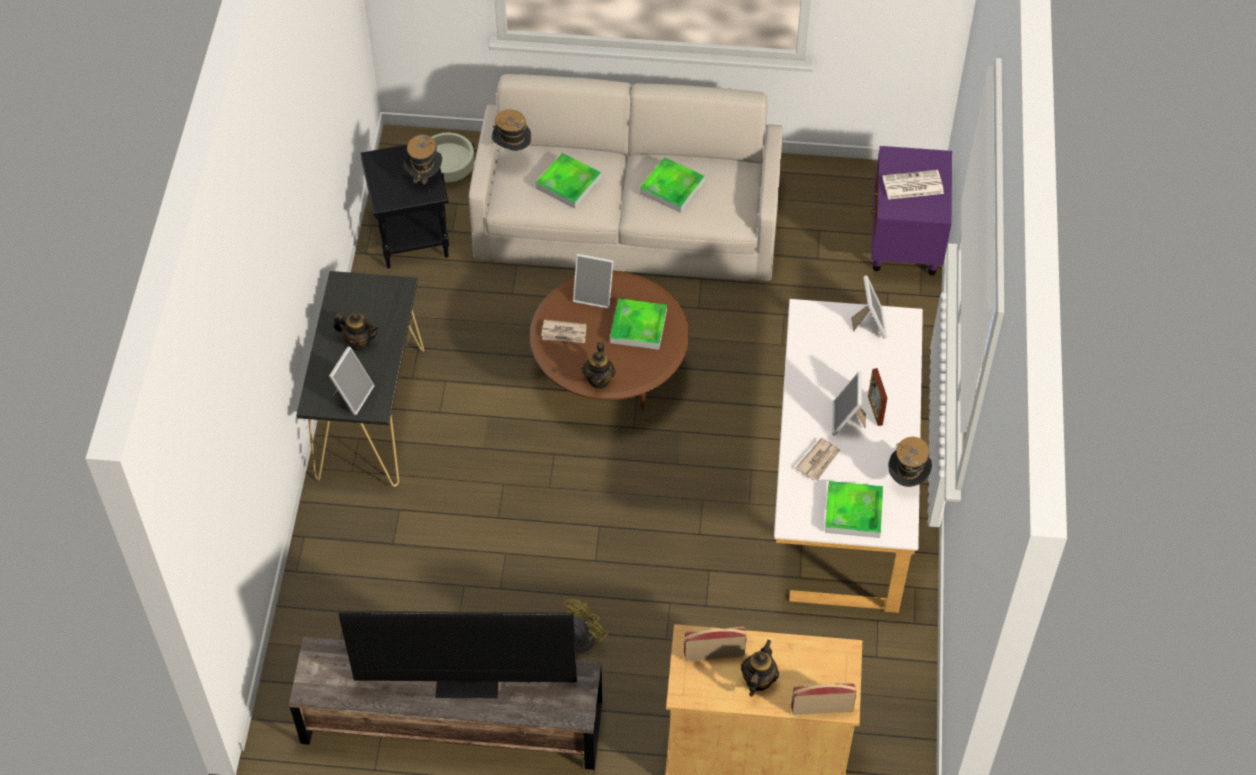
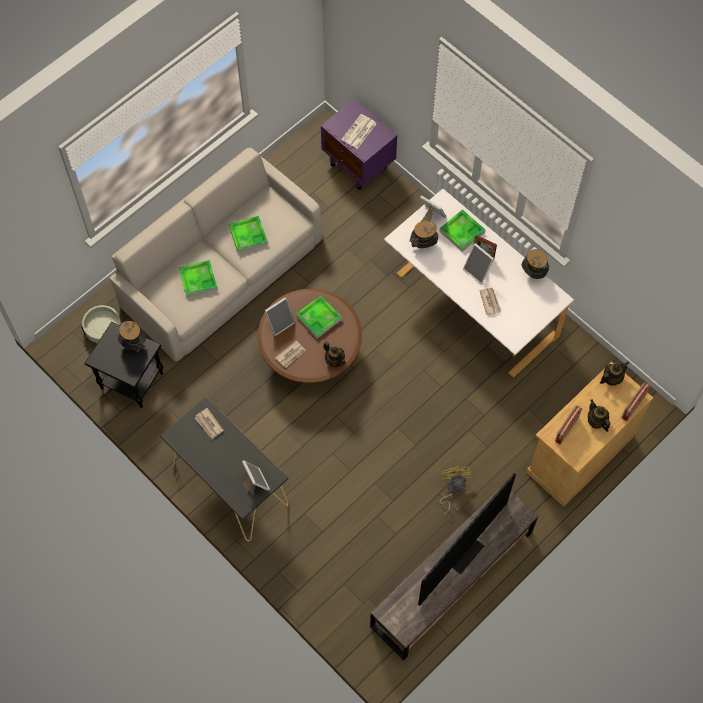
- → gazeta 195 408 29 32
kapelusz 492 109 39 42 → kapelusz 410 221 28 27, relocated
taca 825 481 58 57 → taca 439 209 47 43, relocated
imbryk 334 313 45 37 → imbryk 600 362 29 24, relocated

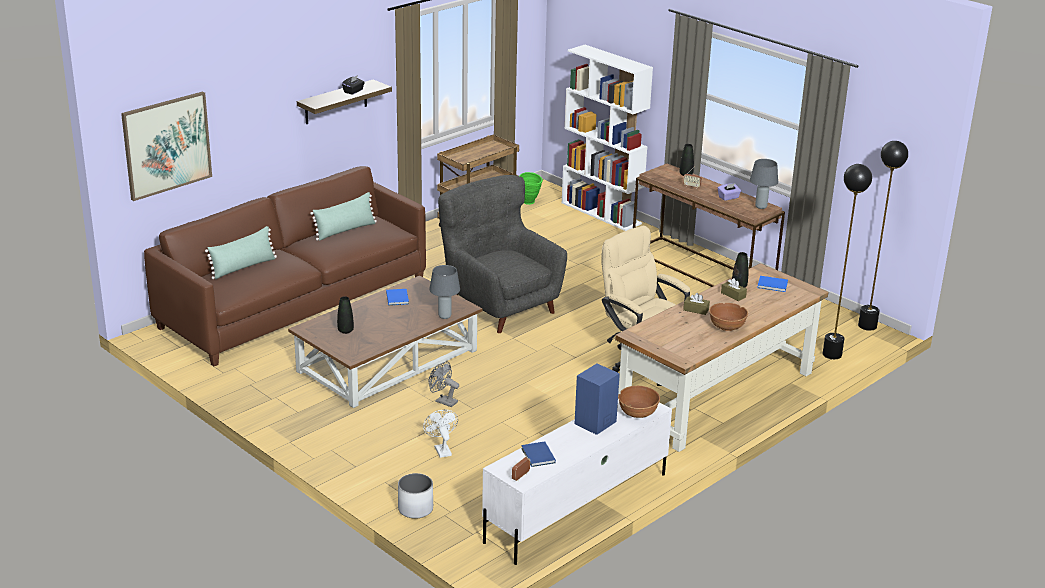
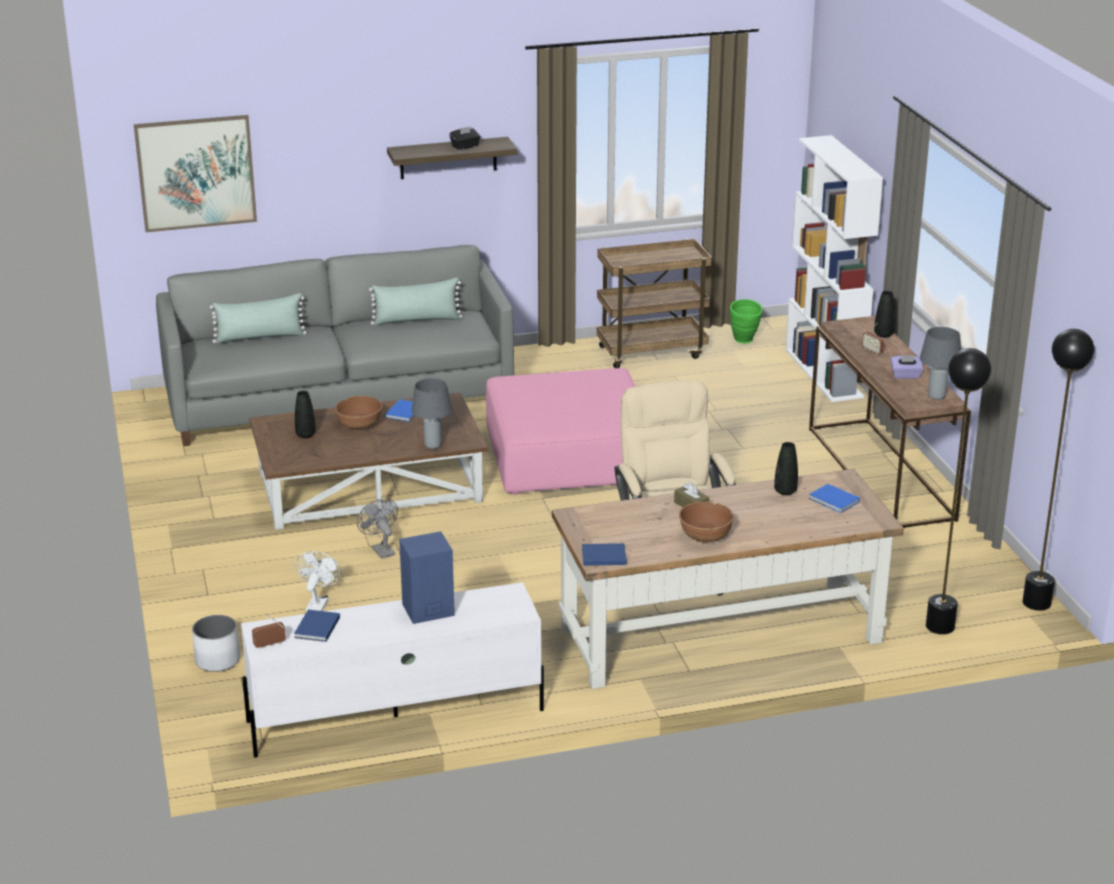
kanapa/brązowy 144 166 282 200 → kanapa/szary 156 245 358 201
miska/brązowy 618 386 42 32 → miska/brązowy 335 396 47 33, relocated
fotel/szary 438 175 129 158 → pufa/różowy 486 368 150 127
- → książka/niebieski 582 543 45 23
pudełko chusteczek/brązowy 721 278 26 23 → -

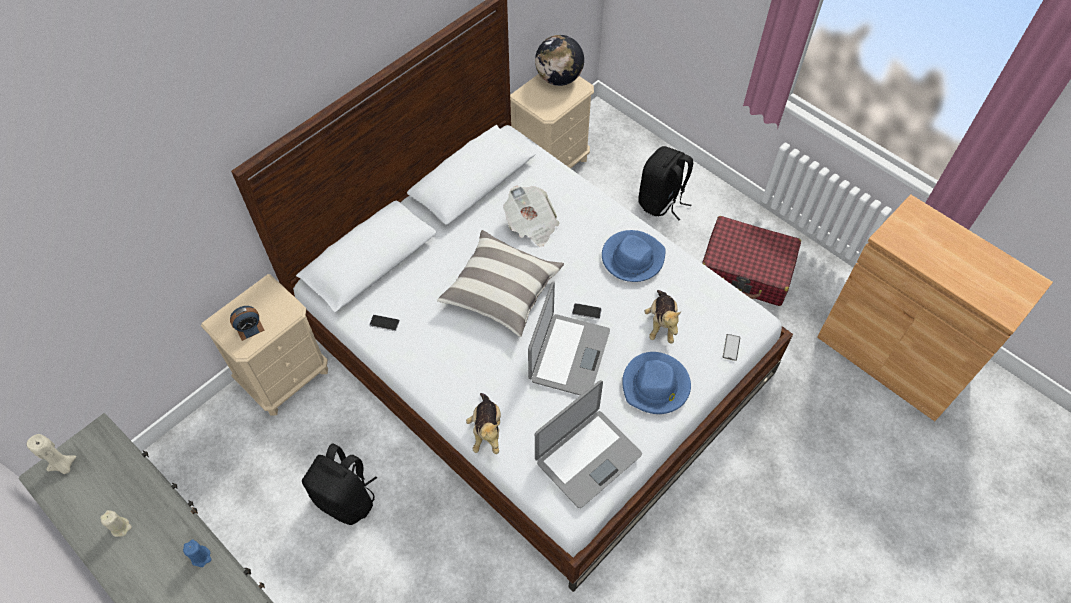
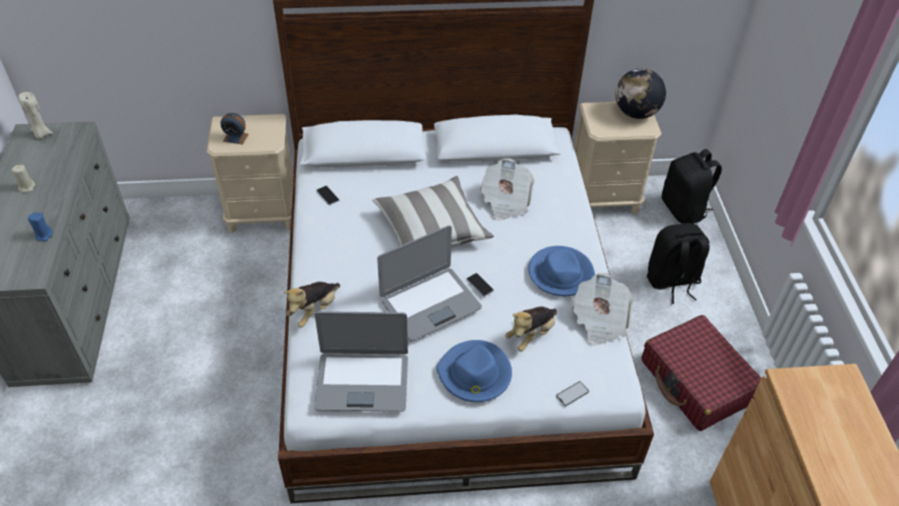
- → gazeta 572 273 61 73
plecak/czarny 302 443 75 82 → plecak/czarny 662 149 60 75, relocated

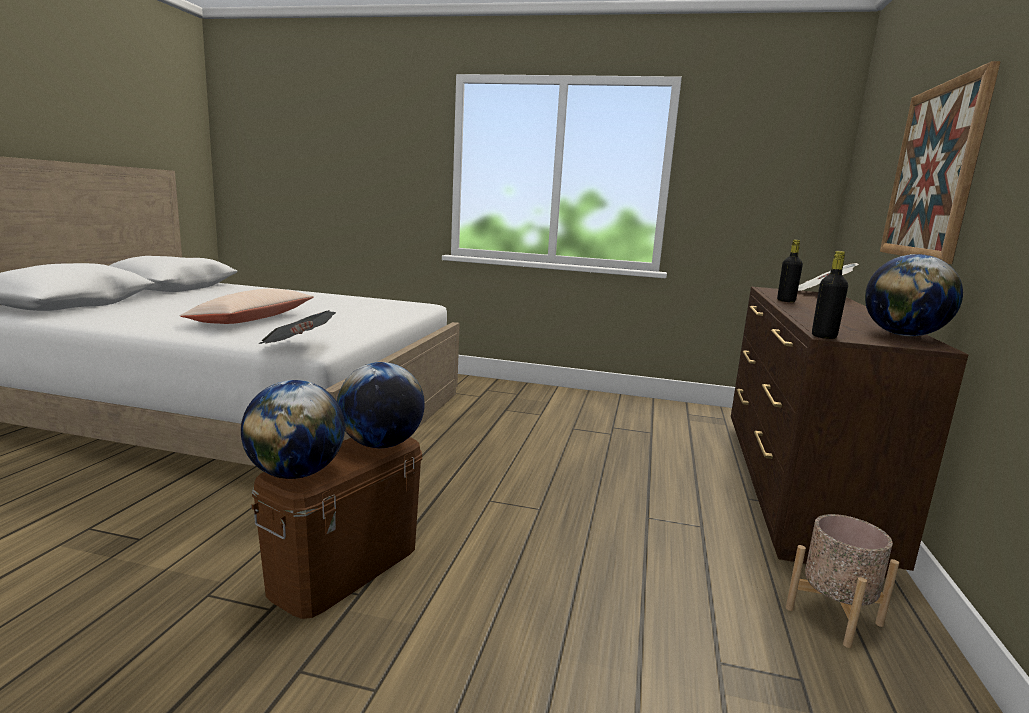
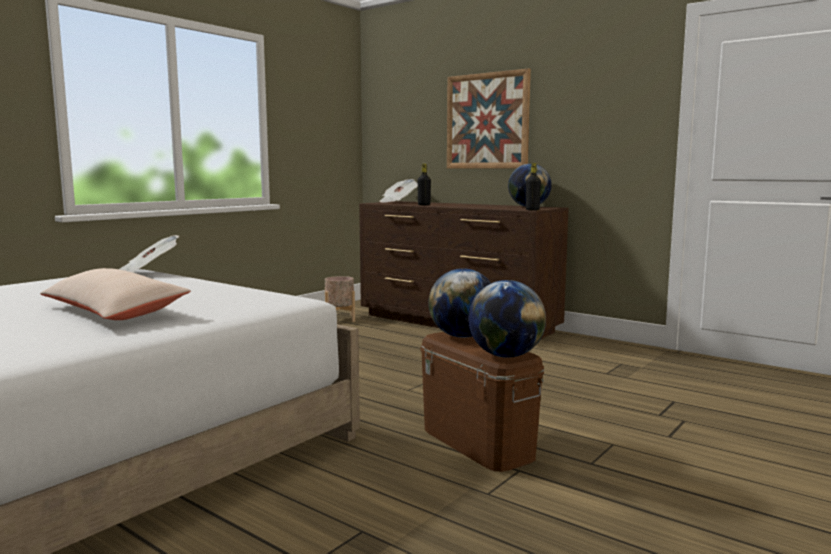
gazeta 258 310 77 34 → gazeta 119 235 61 38, relocated
donica/beżowy 786 514 113 134 → donica/beżowy 325 276 30 46, relocated

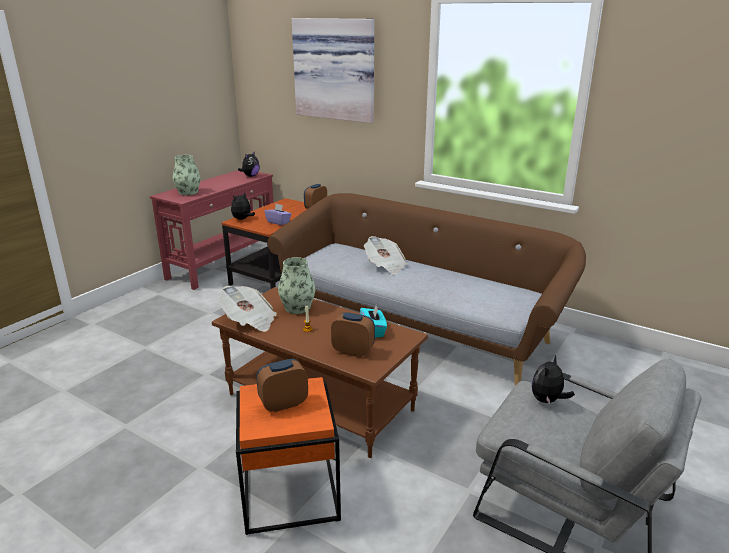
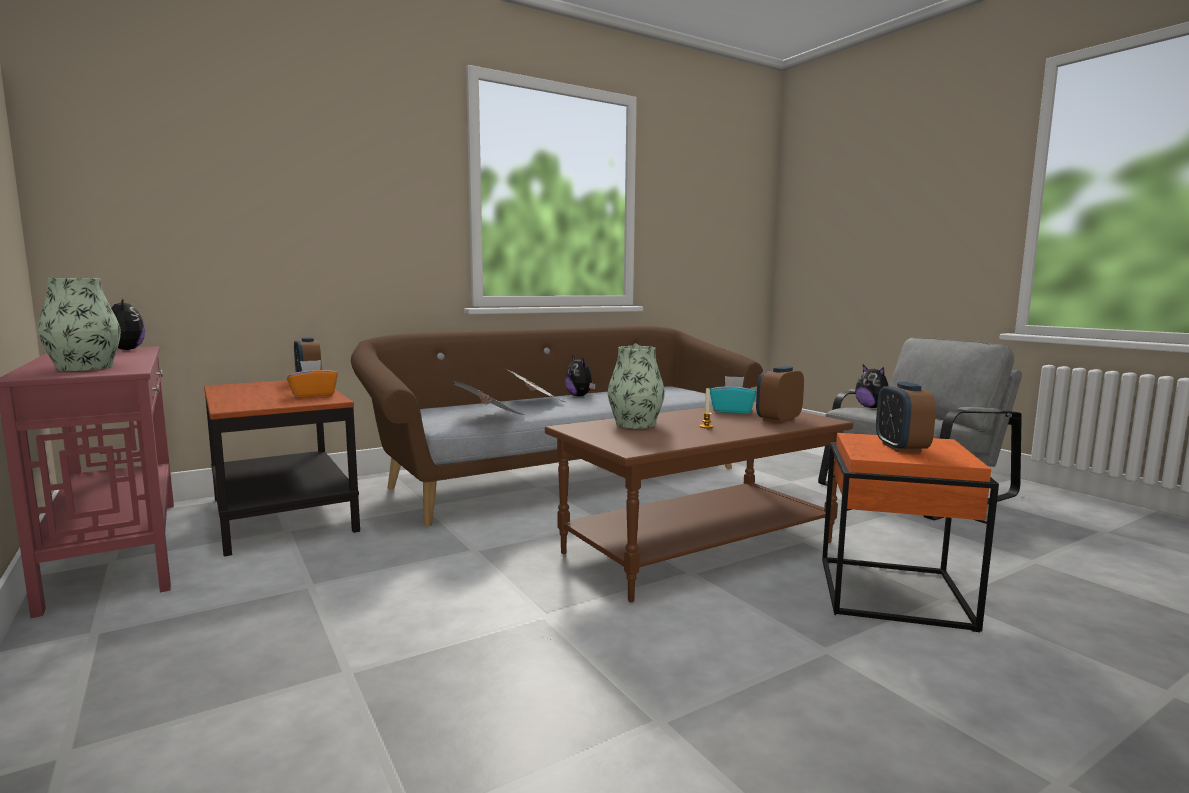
pudełko chusteczek/fioletowy 264 204 27 21 → pudełko chusteczek/pomarańczowy 287 360 51 38
gazeta 218 286 59 46 → gazeta 453 381 72 34, relocated
pluszak 231 192 24 28 → pluszak 565 356 31 41, relocated
obraz 292 18 82 105 → -

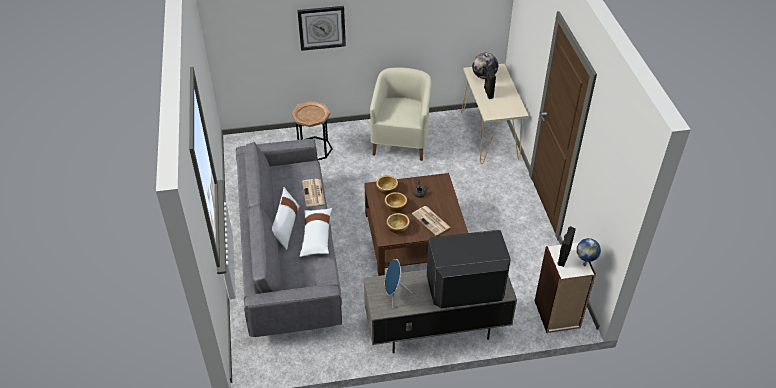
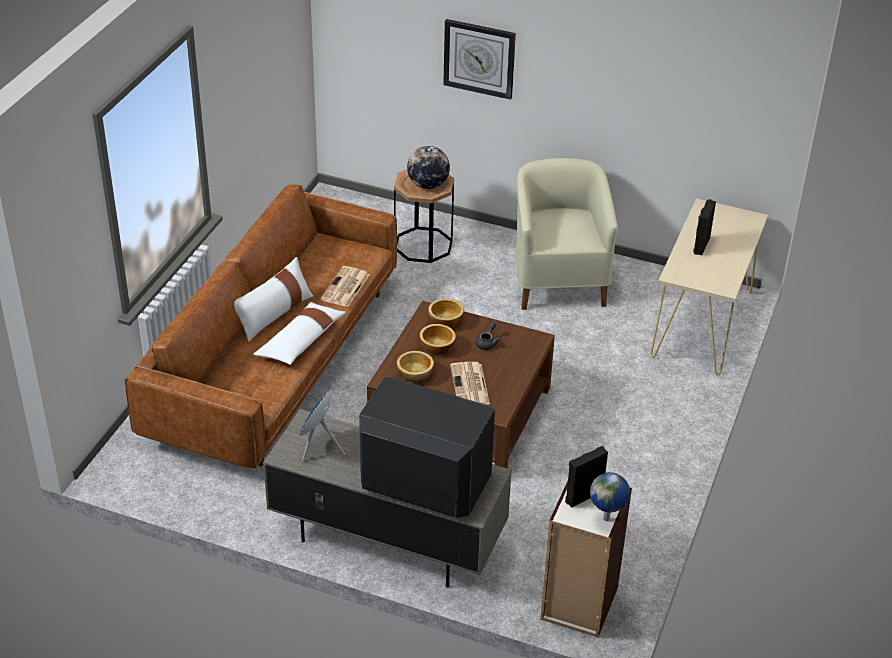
kanapa/szary 236 139 106 198 → kanapa/brązowy 125 184 272 286
globus 472 53 26 26 → globus 407 146 43 43, relocated
fotel/beżowy 370 68 62 93 → fotel/beżowy 515 158 103 152, 45 degrees counterclockwise

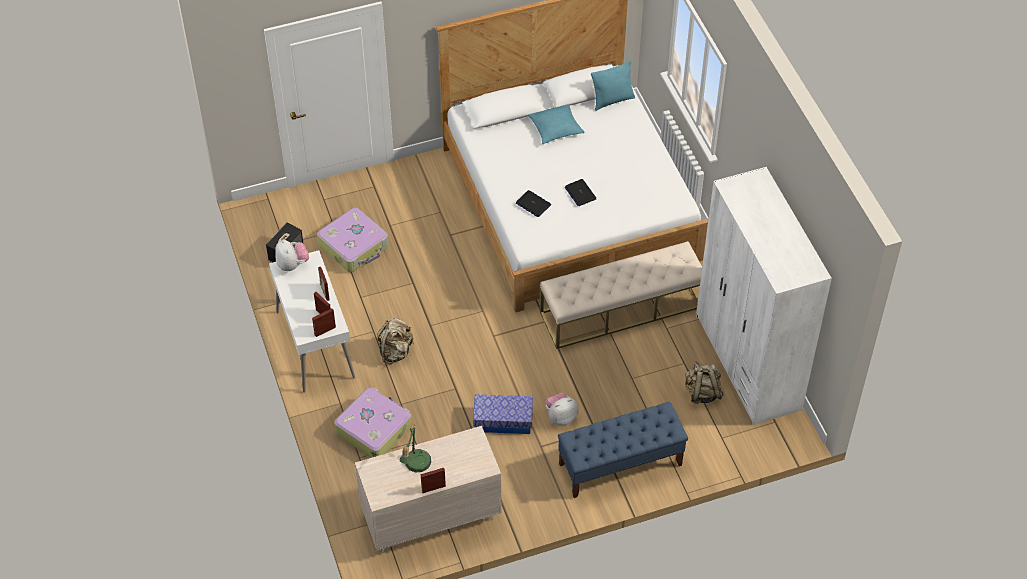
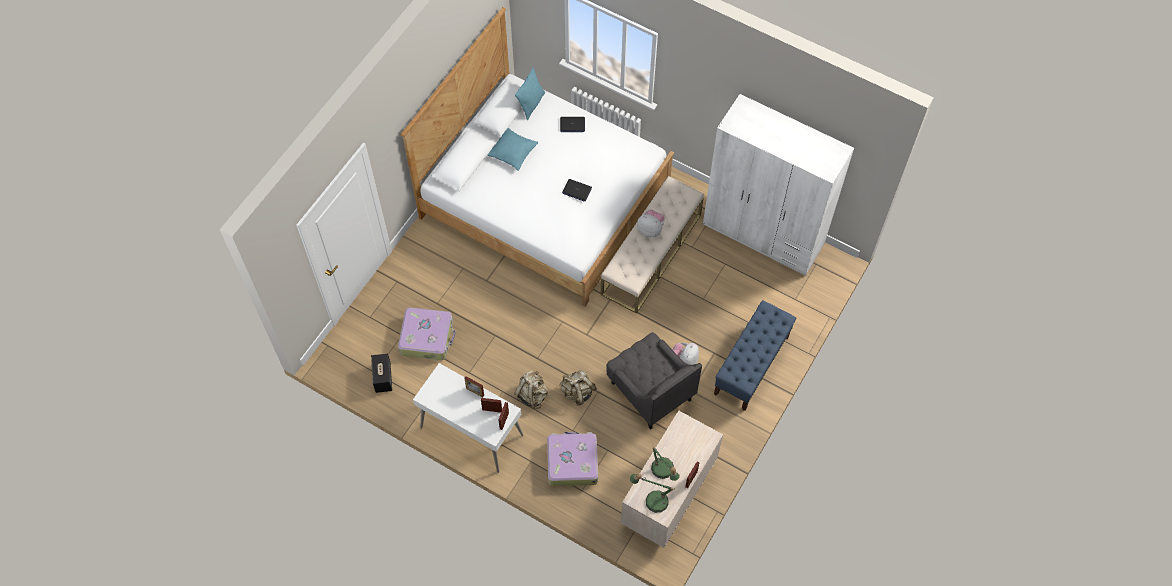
laptop 516 190 35 27 → laptop 560 117 25 15, relocated
plecak/beżowy 685 362 39 42 → plecak/beżowy 560 371 37 35, relocated
pojemnik do przechowywania 473 394 60 40 → fotel/szary 606 332 96 97
- → lampa stołowa 630 473 45 40
pluszak 275 240 34 31 → pluszak 637 210 27 27, relocated

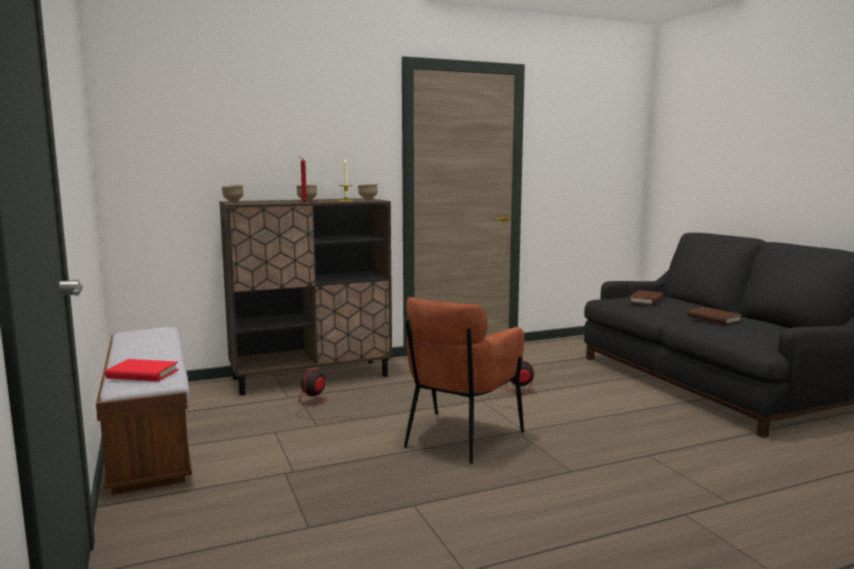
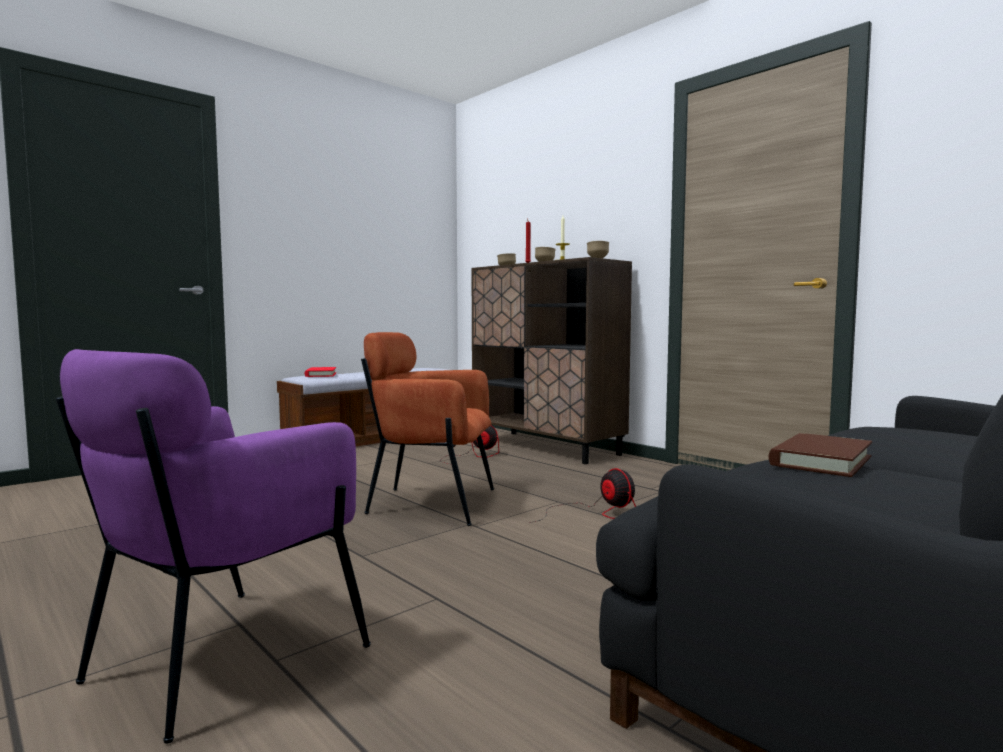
- → fotel/fioletowy 56 349 315 395
książka/brązowy 629 290 35 15 → -

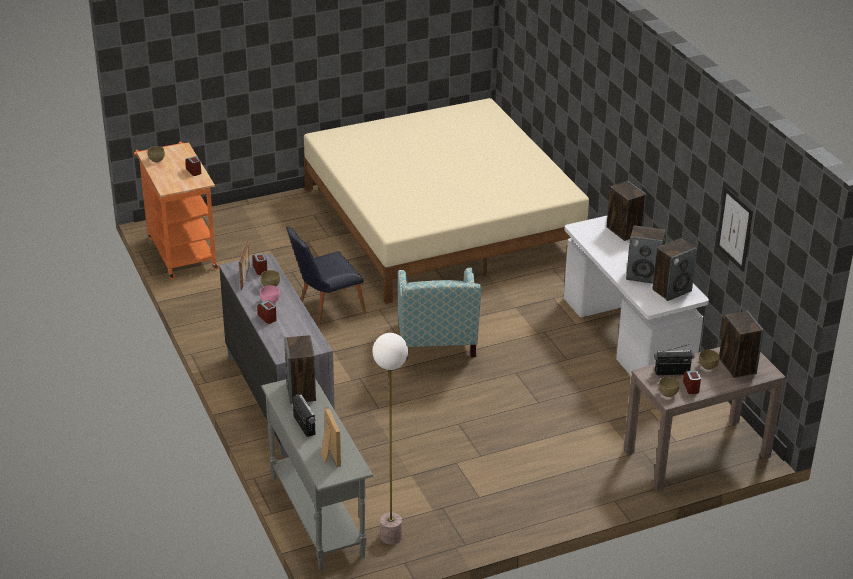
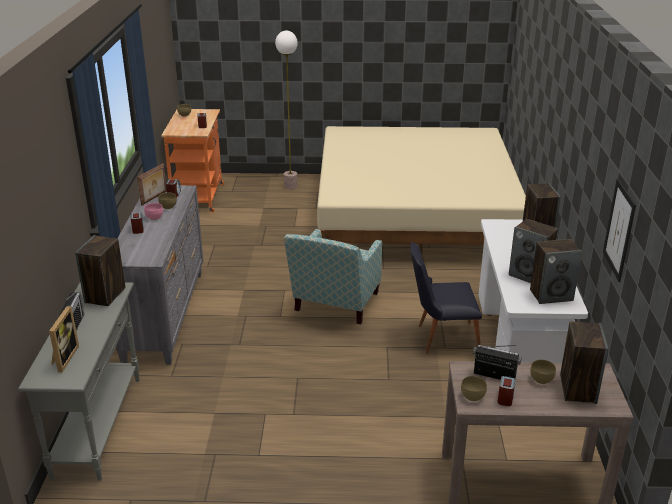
lampa stojąca 373 333 35 212 → lampa stojąca 275 31 23 159, relocated
krzesło/czarny 286 226 80 100 → krzesło/czarny 410 242 72 112, relocated

